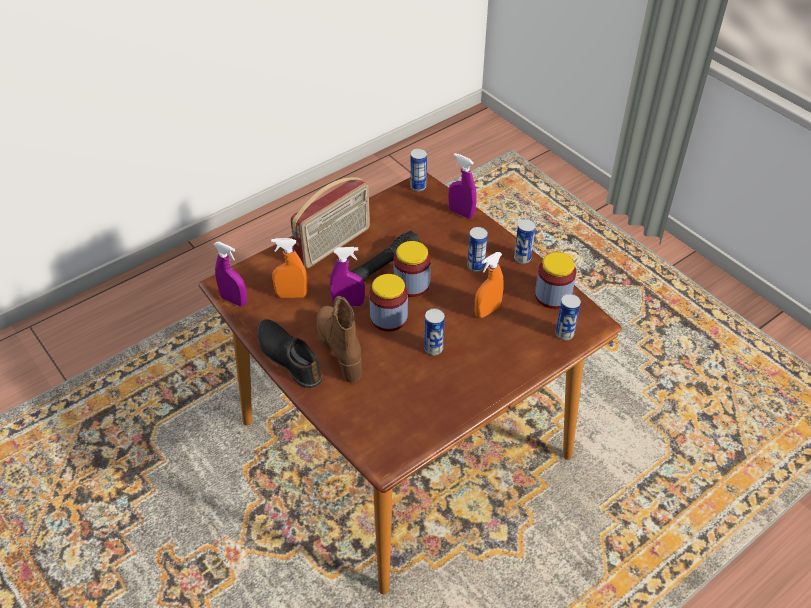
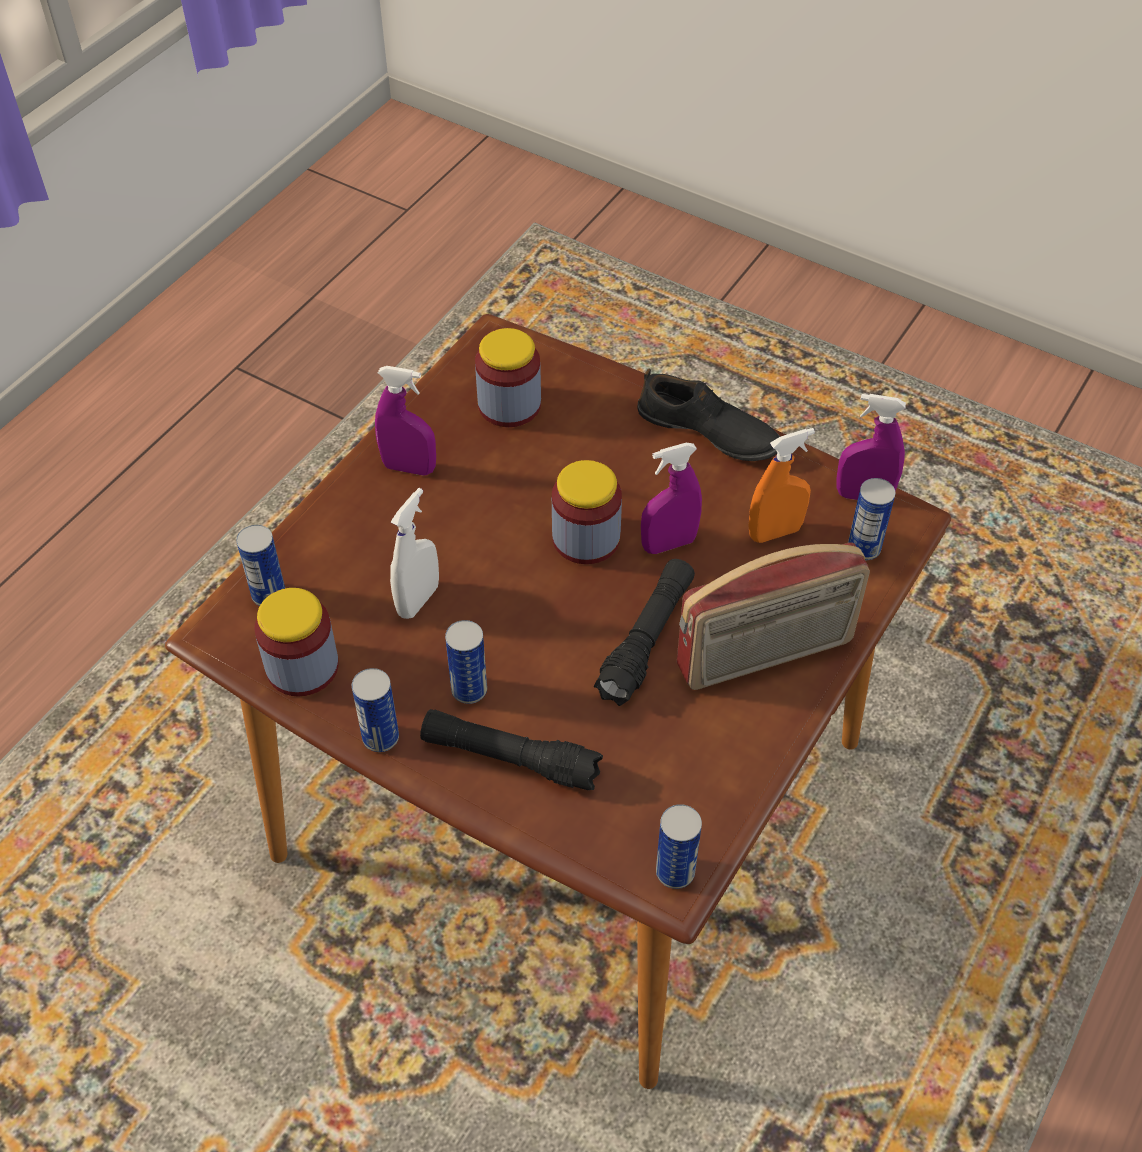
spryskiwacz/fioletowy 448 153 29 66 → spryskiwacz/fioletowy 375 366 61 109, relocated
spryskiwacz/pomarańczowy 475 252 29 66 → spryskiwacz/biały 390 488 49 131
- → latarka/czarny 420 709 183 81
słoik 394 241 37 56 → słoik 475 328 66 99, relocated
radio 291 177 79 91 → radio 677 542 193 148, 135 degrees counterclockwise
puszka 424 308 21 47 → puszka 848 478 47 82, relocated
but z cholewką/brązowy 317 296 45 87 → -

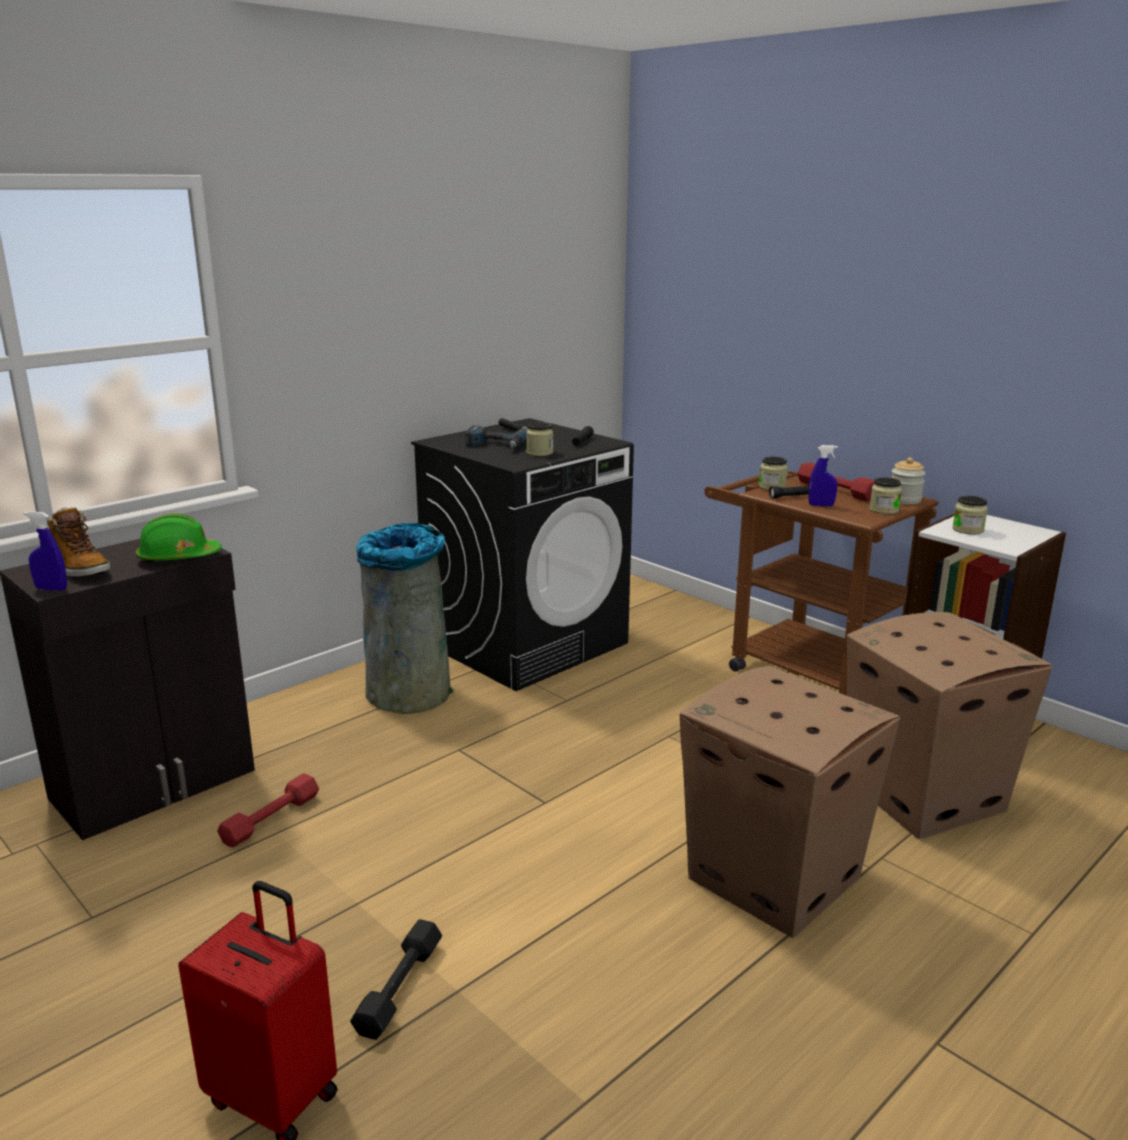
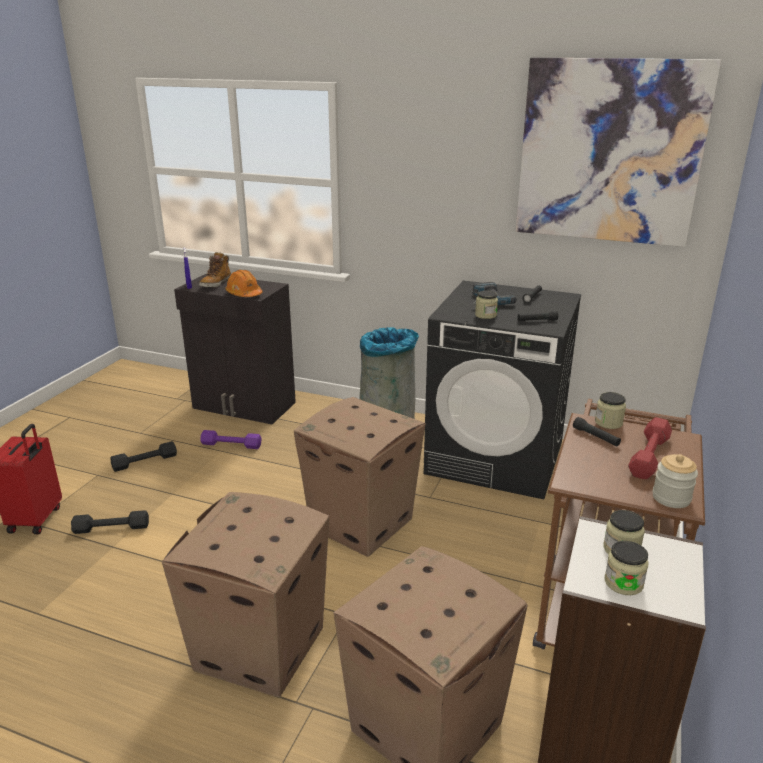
- → hantel/czarny 111 441 66 31
hantel/czerwony 217 773 102 74 → hantel/fioletowy 200 430 62 19
kask/zielony 135 514 87 49 → kask/pomarańczowy 225 270 38 27
- → karton 294 397 132 160
- → obraz 516 57 206 190
słoik 869 477 33 37 → słoik 604 541 45 54, relocated
spryskiwacz/niebieski 808 445 30 62 → -

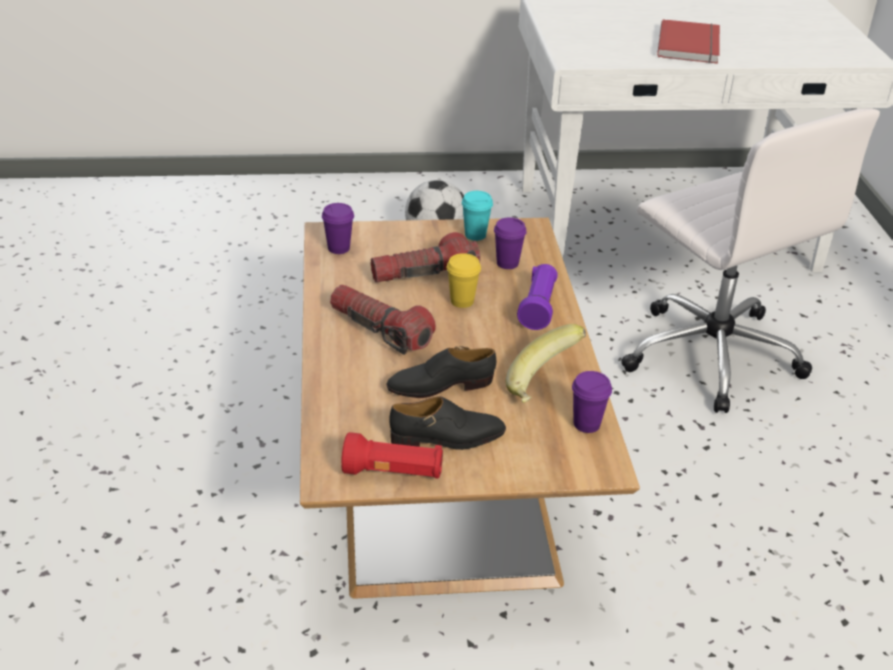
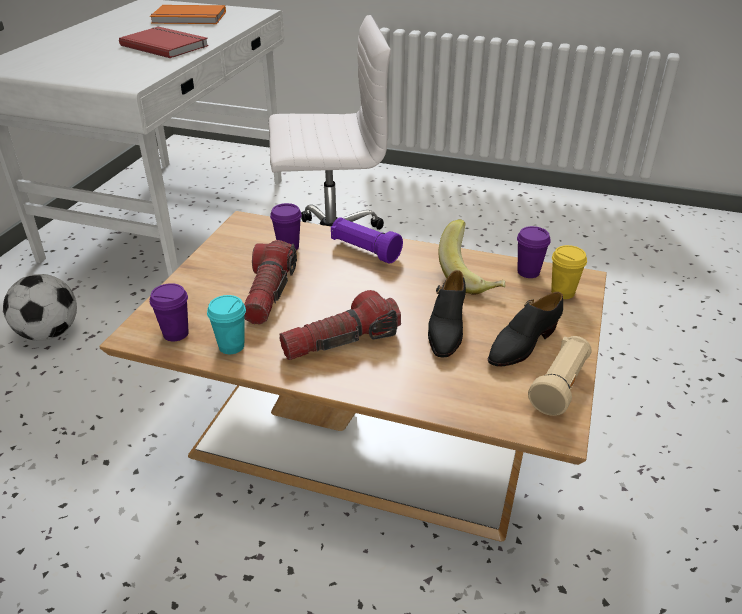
- → książka/pomarańczowy 150 5 76 19
filiżanka/turkusowy 462 191 31 50 → filiżanka/turkusowy 207 295 39 59, relocated
but/czarny 389 396 117 54 → but/czarny 488 292 75 75, 150 degrees counterclockwise
latarka/czerwony 341 432 102 47 → latarka/beżowy 528 336 64 80
filiżanka/żółty 447 253 34 55 → filiżanka/żółty 551 245 36 54, relocated

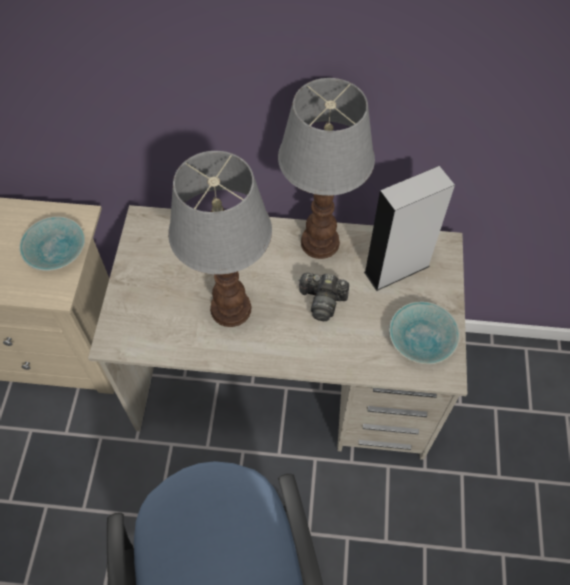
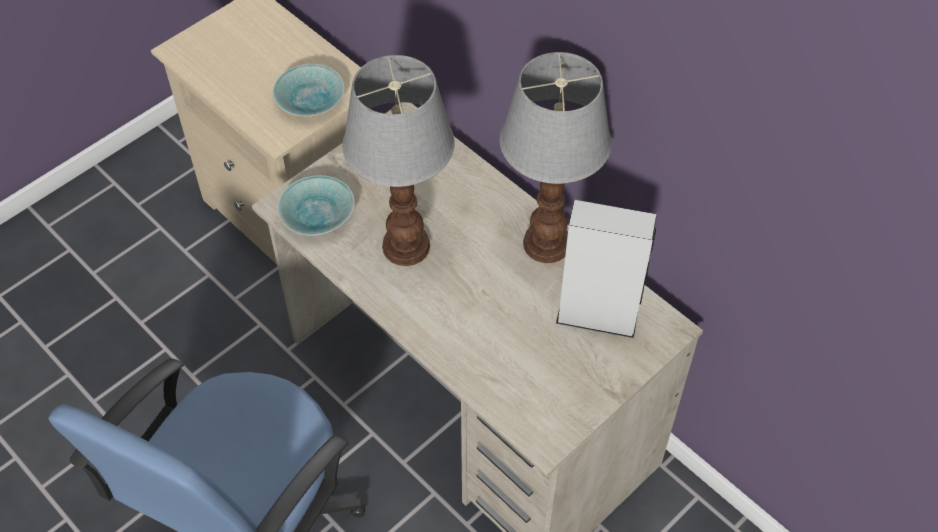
miska/turkusowy 389 301 71 63 → miska/turkusowy 277 175 78 61, relocated
aparat fotograficzny 298 273 51 48 → -

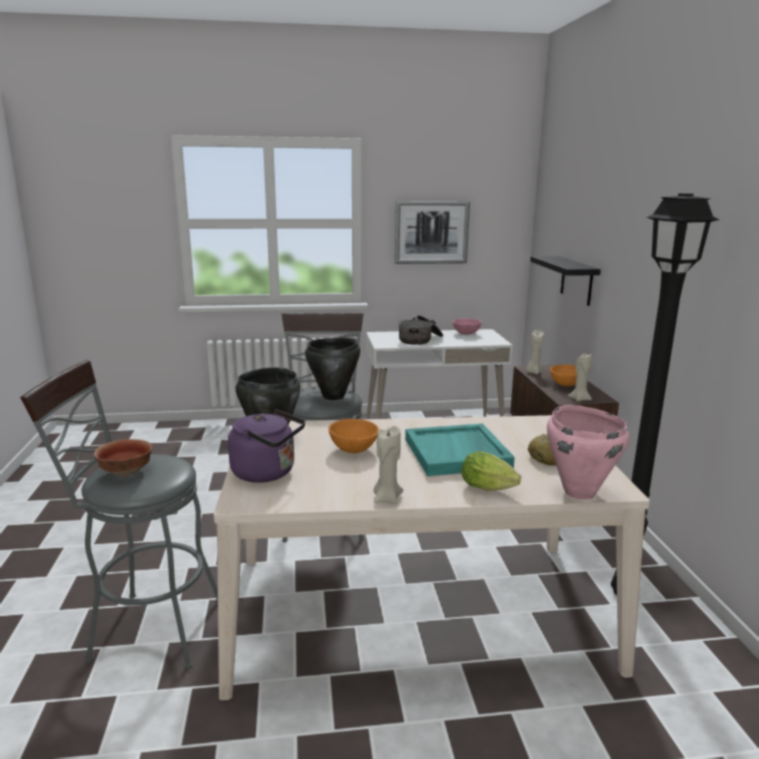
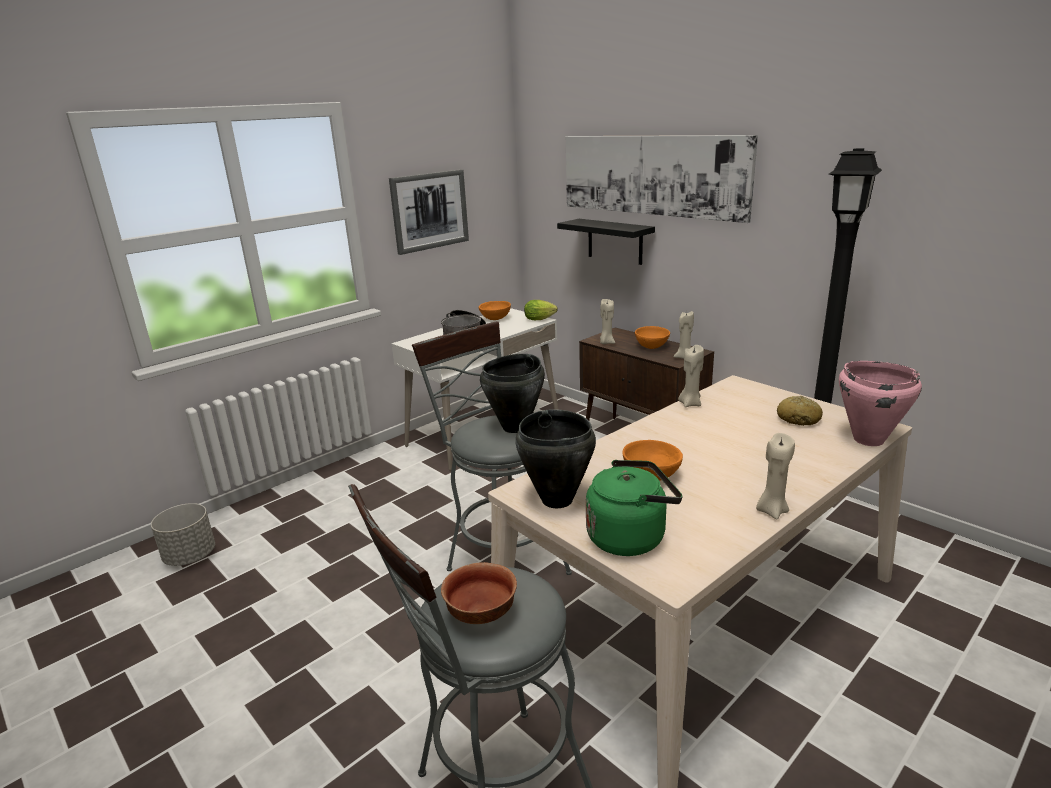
- → donica/szary 151 503 64 63
miska/różowy 452 318 29 17 → miska/pomarańczowy 479 301 32 19
sałata 461 451 60 40 → sałata 524 300 34 20, relocated
- → obraz 566 135 192 88
czajnik/fioletowy 228 409 77 74 → czajnik/zielony 586 460 96 96
- → świeca/beżowy 678 345 26 62
taca/turkusowy 405 423 110 53 → -

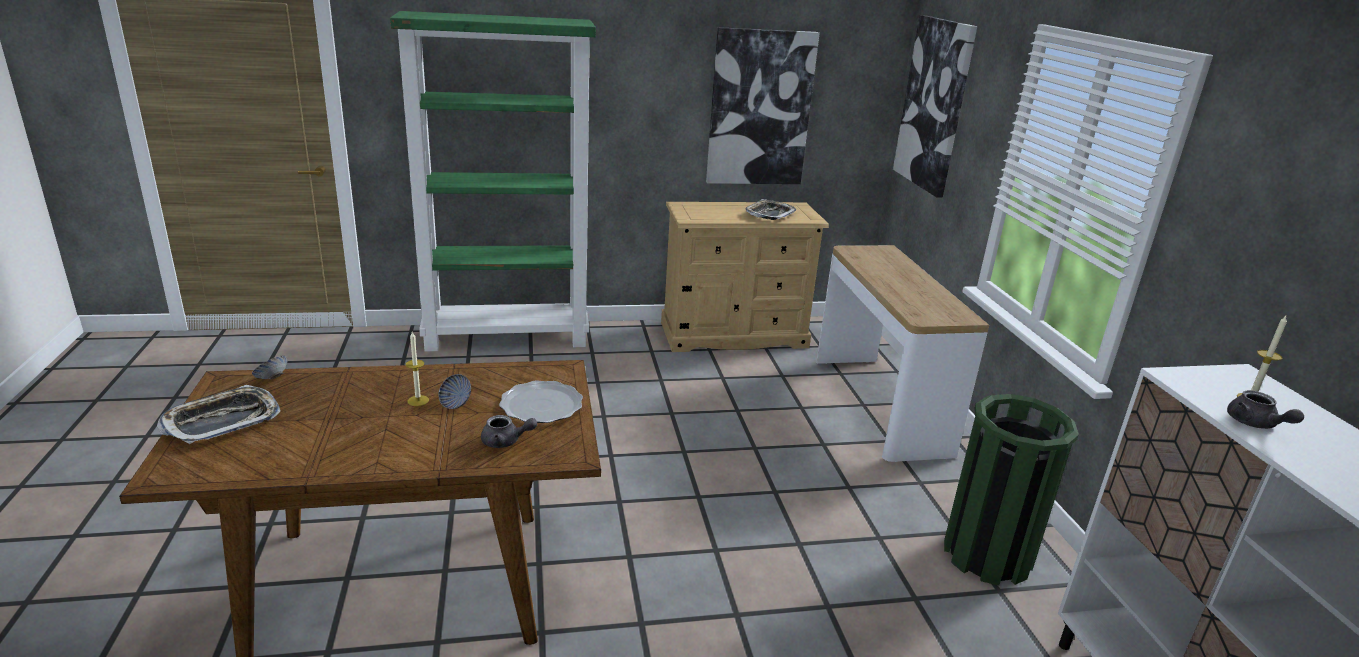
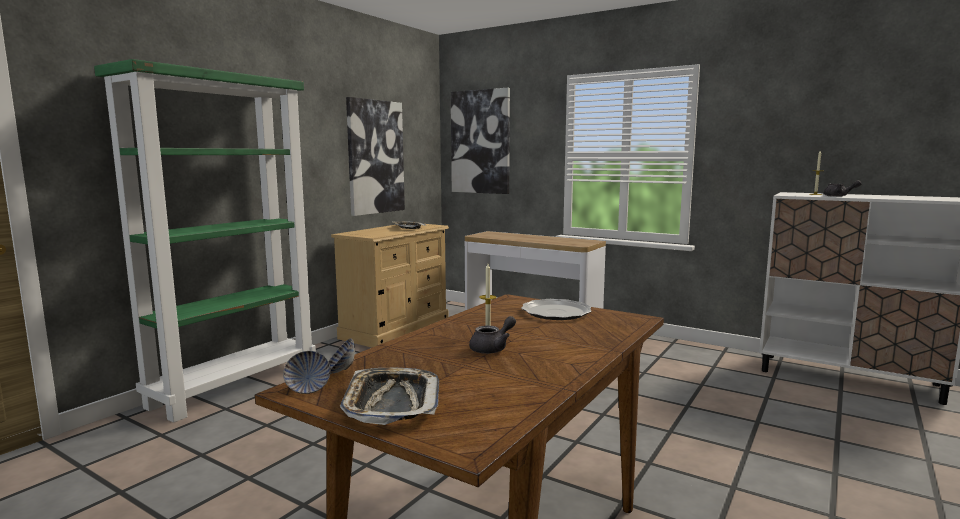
miska 438 374 33 35 → miska 283 351 48 43, relocated
imbryk/szary 481 415 56 33 → imbryk/szary 469 316 47 38, relocated
kosz na śmieci/zielony 944 394 135 191 → -

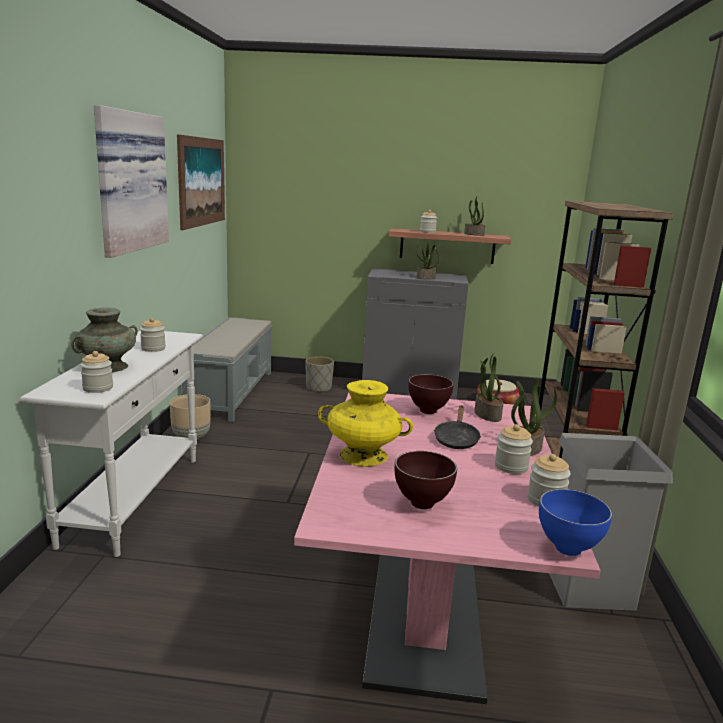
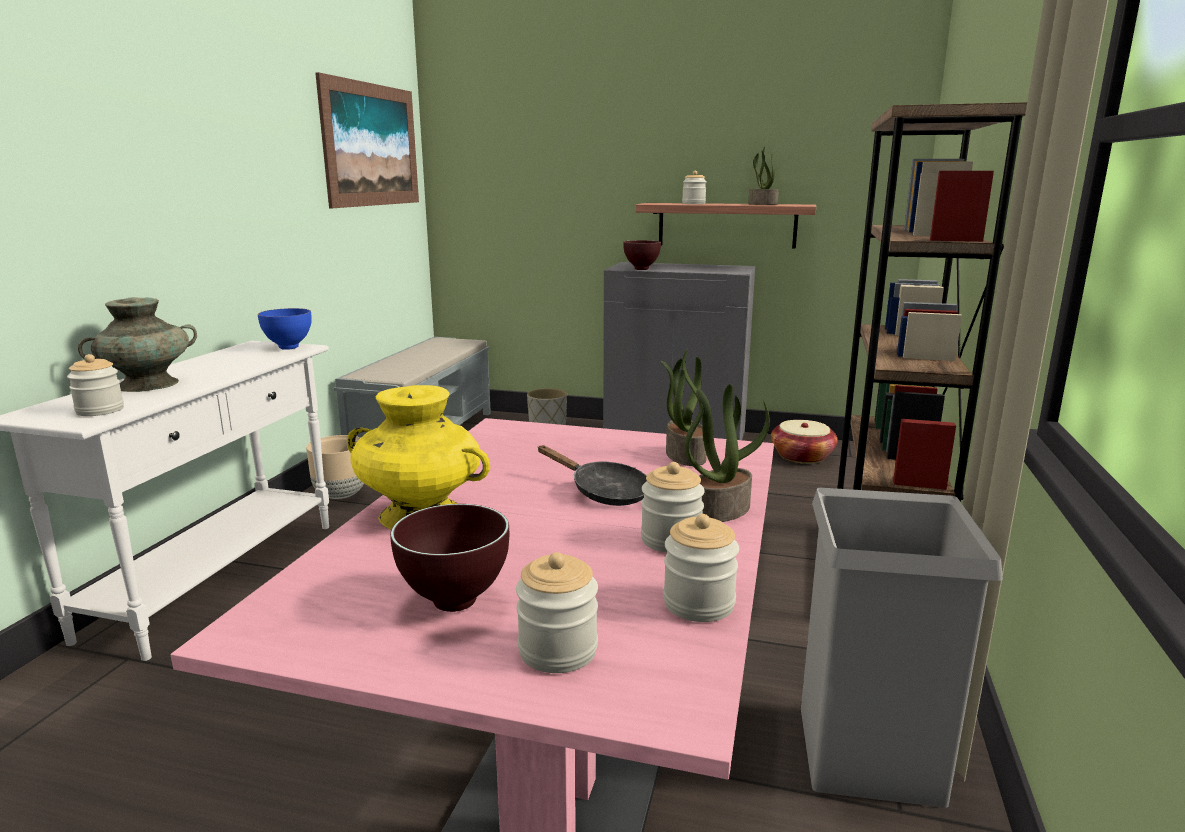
miska/niebieski 539 489 73 67 → miska/niebieski 258 308 54 42, relocated
słoik 140 318 26 34 → słoik 516 552 82 121, relocated
patelnia/czarny 434 405 47 44 → patelnia/czarny 537 445 110 61, 75 degrees counterclockwise
miska/brązowy 408 374 46 40 → miska/brązowy 623 240 38 30, relocated
obraz 94 105 75 153 → -
roślina doniczkowa 416 240 23 39 → -

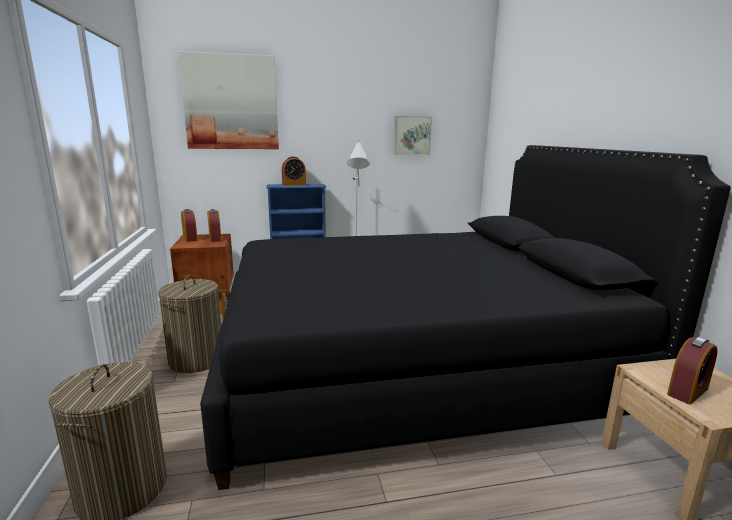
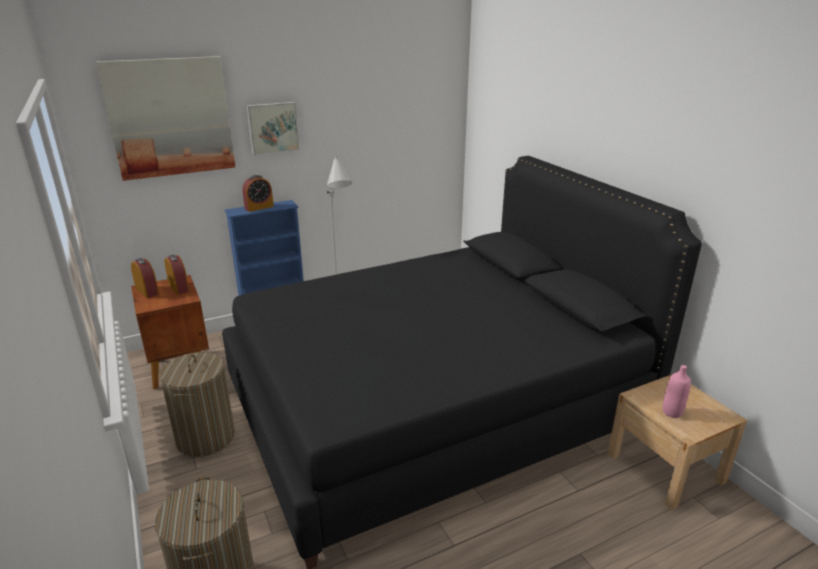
obraz 393 116 39 39 → obraz 246 102 54 53, relocated
budzik 667 337 50 68 → butelka/różowy 663 365 28 53

